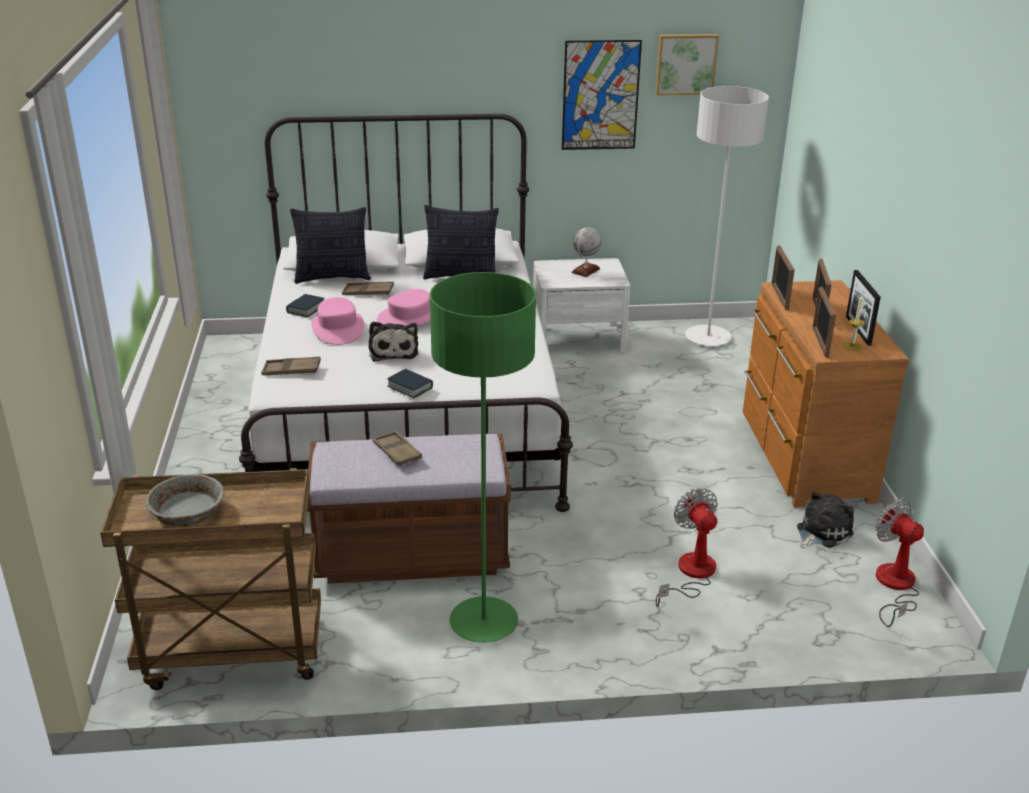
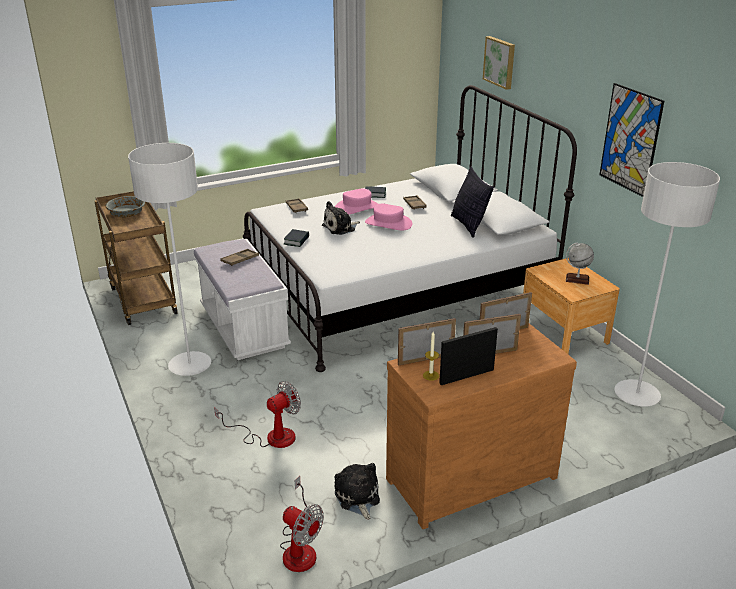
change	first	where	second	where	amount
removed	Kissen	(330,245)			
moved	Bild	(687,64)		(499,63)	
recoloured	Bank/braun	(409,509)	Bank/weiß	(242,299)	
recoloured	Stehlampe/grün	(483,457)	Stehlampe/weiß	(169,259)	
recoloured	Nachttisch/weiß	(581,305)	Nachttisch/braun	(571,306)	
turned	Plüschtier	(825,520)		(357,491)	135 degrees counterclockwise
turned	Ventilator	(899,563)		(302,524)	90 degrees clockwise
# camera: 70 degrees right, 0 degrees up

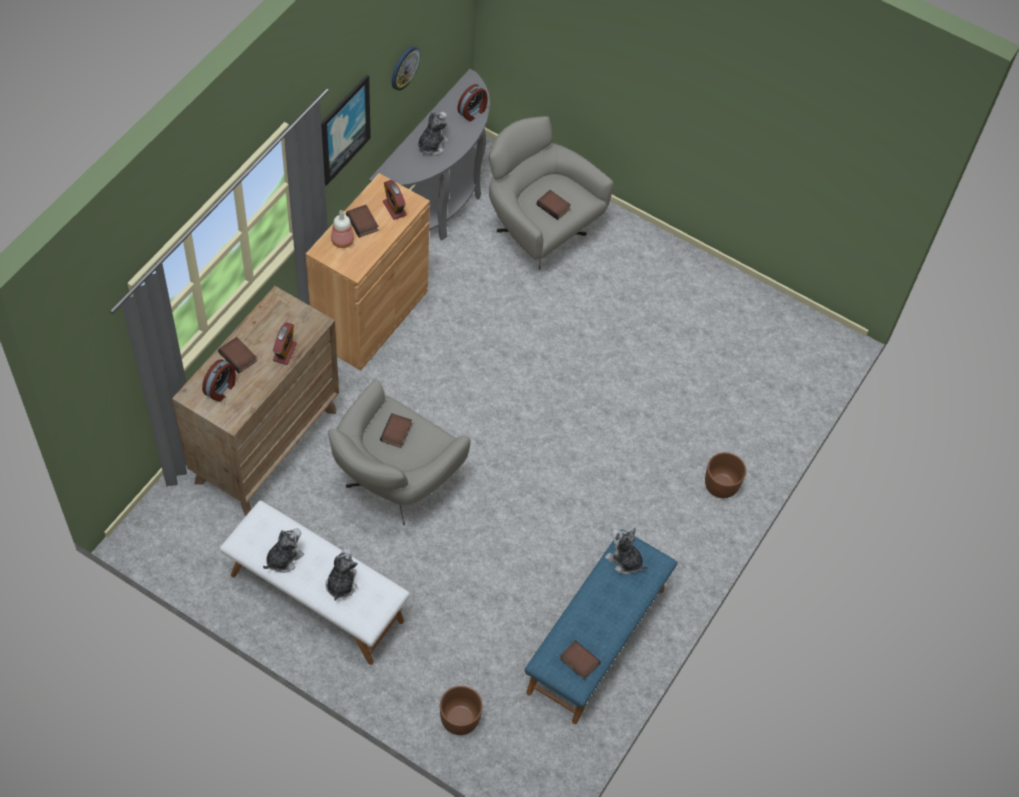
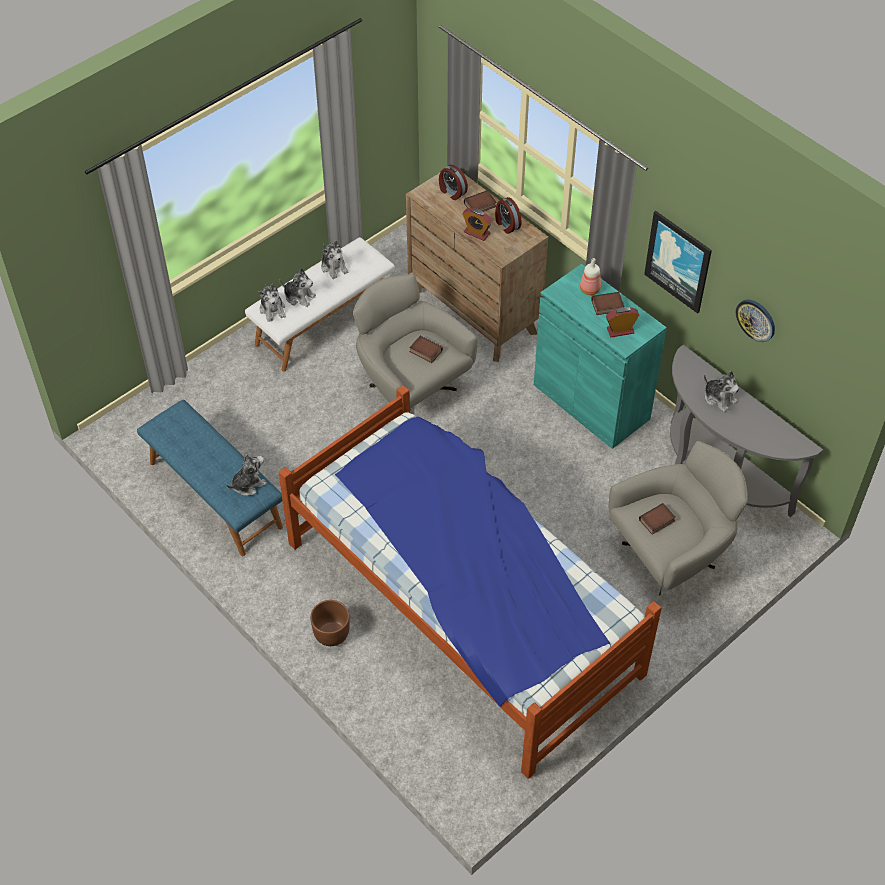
change	first	where	second	where	amount
removed	Pflanzkübel/braun	(461,710)			
removed	Buch	(580,660)			
added			Plüschtier	(272,303)	
added			Bett	(470,582)	
moved	Wecker	(472,102)		(508,215)	
recoloured	Schrank/braun	(368,272)	Schrank/türkis	(600,356)	
# camera: 110 degrees right, 5 degrees down

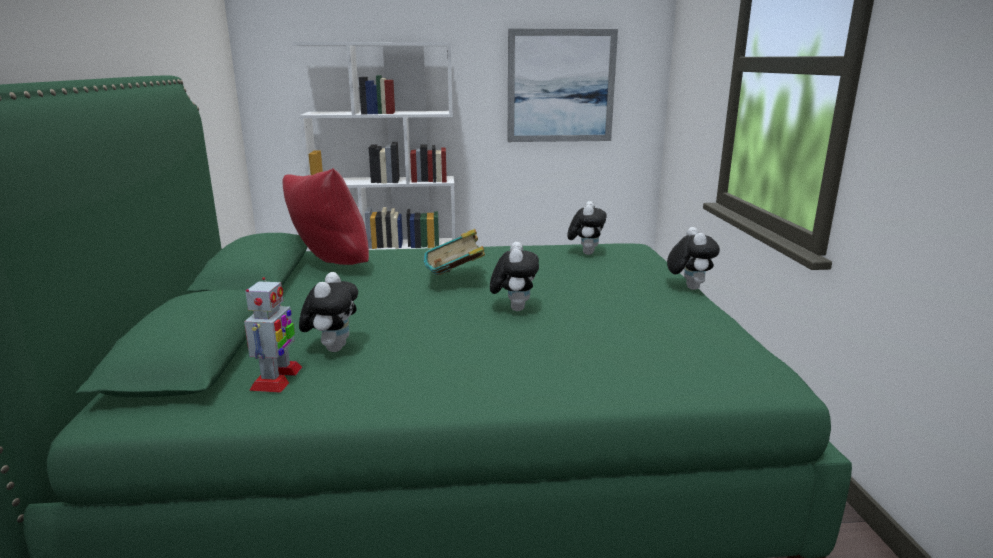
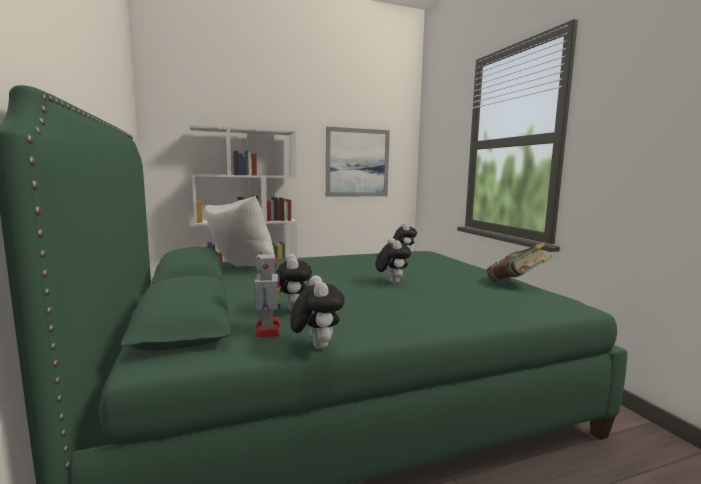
change	first	where	second	where	amount
moved	Buch	(454,252)		(519,262)	
moved	Plüschtier	(693,258)		(317,312)	
recoloured	Kissen/rot	(326,216)	Kissen/weiß	(239,231)	
# camera: 15 degrees left, 10 degrees down

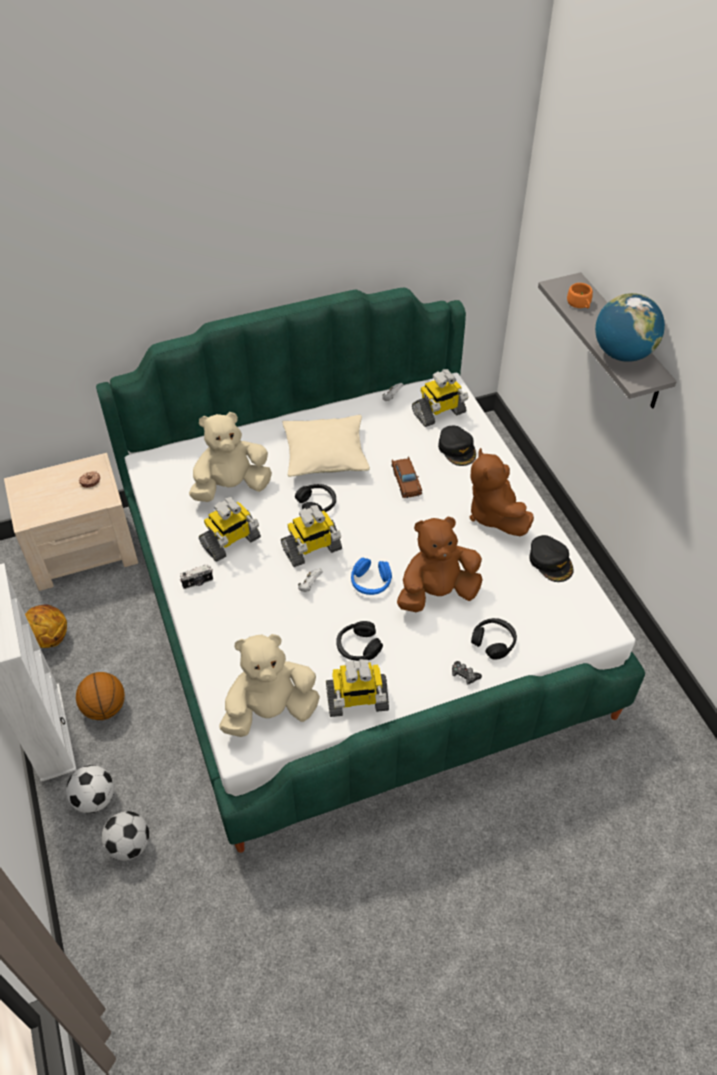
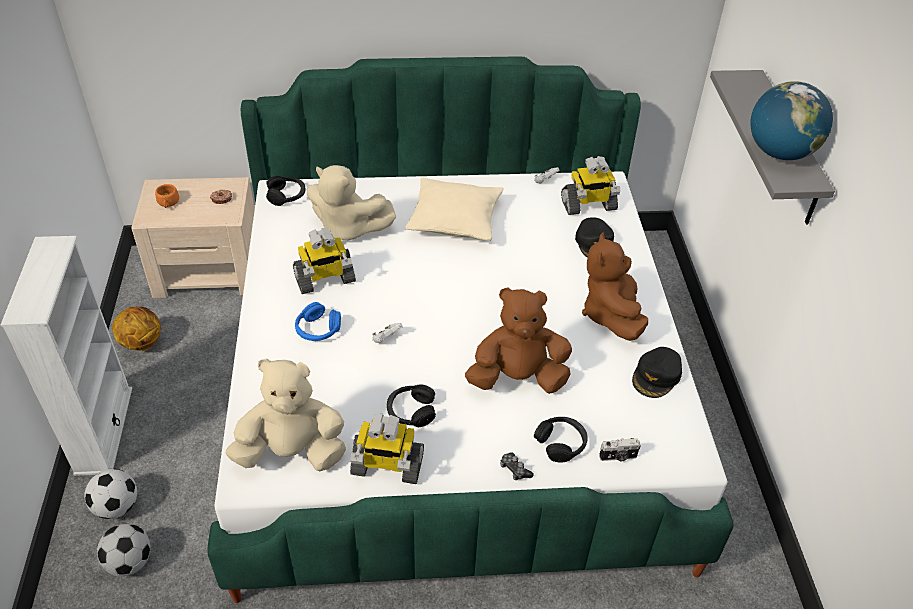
change	first	where	second	where	amount
removed	Basketball	(100,696)			
removed	Spielzeugroboter	(311,536)			
removed	Spielzeugauto/braun	(406,477)			
moved	Kamera	(196,576)		(620,449)	
moved	Kopfhörer/schwarz	(315,498)		(286,191)	
moved	Kopfhörer/blau	(371,576)		(318,321)	
moved	Tasse/orange	(580,295)		(167,196)	
turned	Plüschtier/beige	(230,457)		(351,203)	150 degrees counterclockwise
turned	Kappe/schwarz	(551,558)		(657,372)	45 degrees clockwise
# camera: 15 degrees right, 5 degrees down

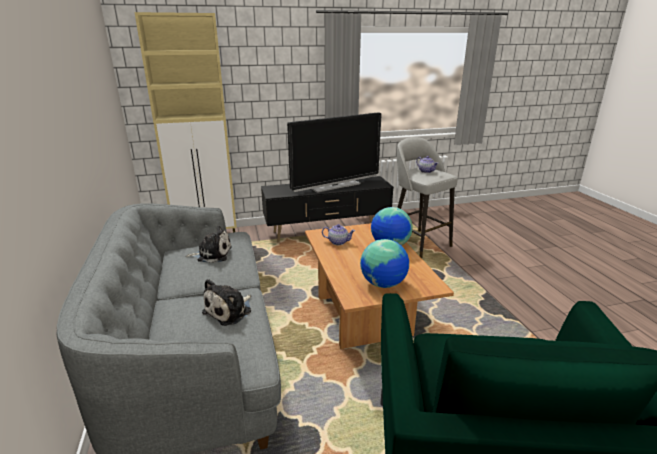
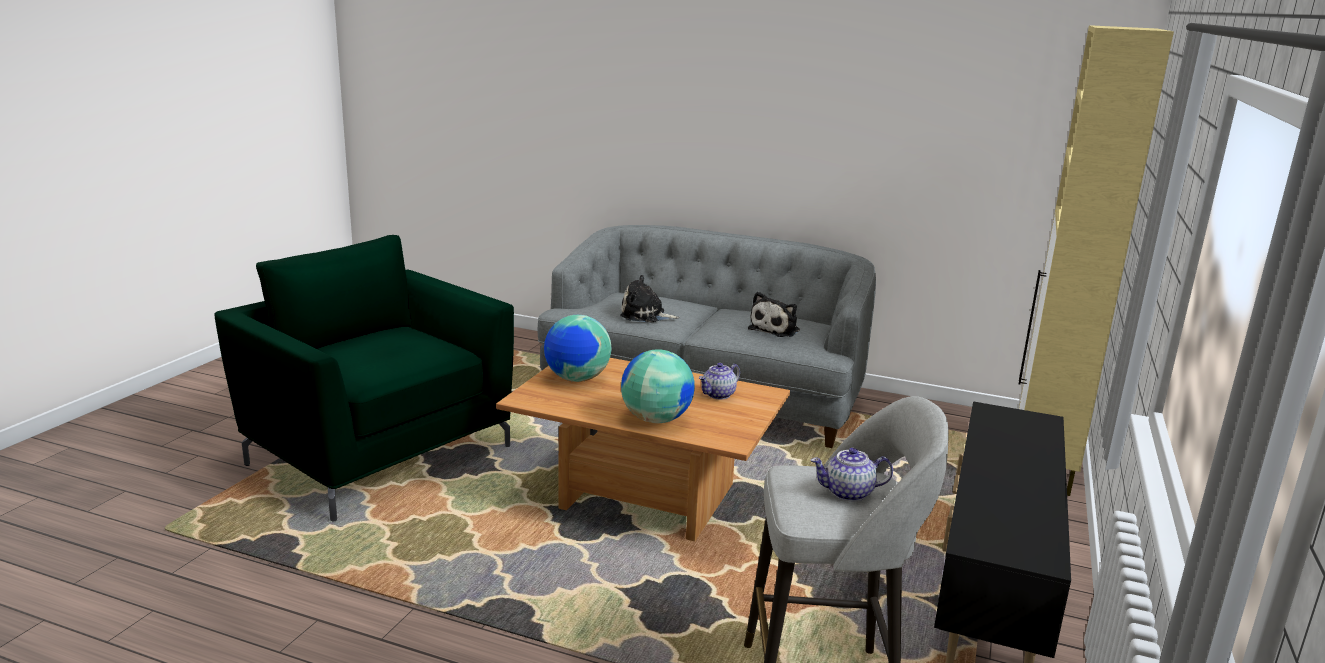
change	first	where	second	where	amount
removed	Fernseher	(334,152)			
turned	Plüschtier	(226,302)		(650,299)	60 degrees counterclockwise
# camera: 125 degrees right, 5 degrees down

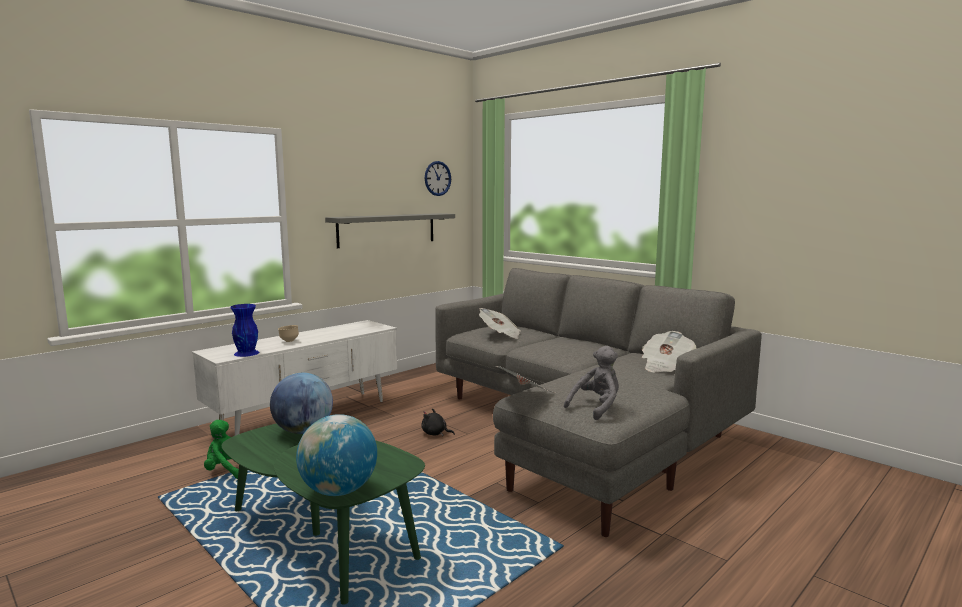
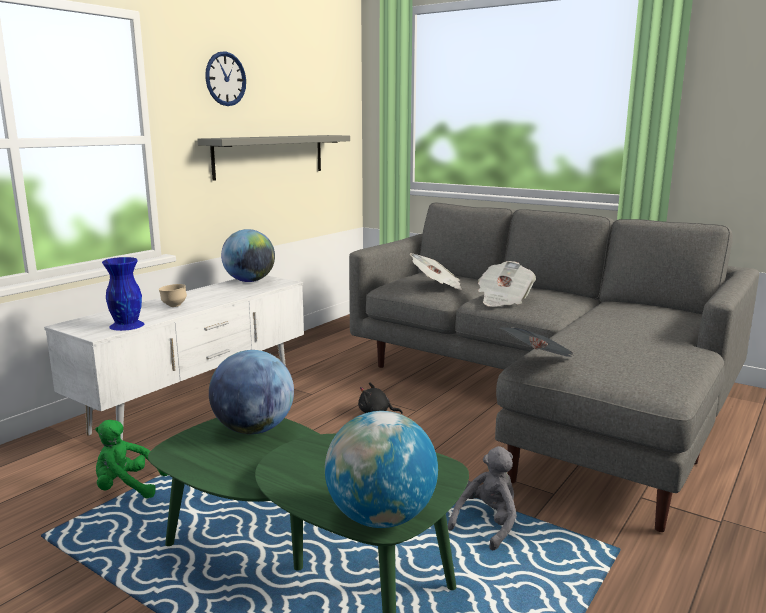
change	first	where	second	where	amount
added			Globus	(248,255)	
moved	Wanduhr	(438,178)		(225,78)	
moved	Plüschtier/grau	(591,383)		(482,498)	
moved	Zeitung	(669,351)		(507,284)	
# camera: 10 degrees left, 5 degrees up

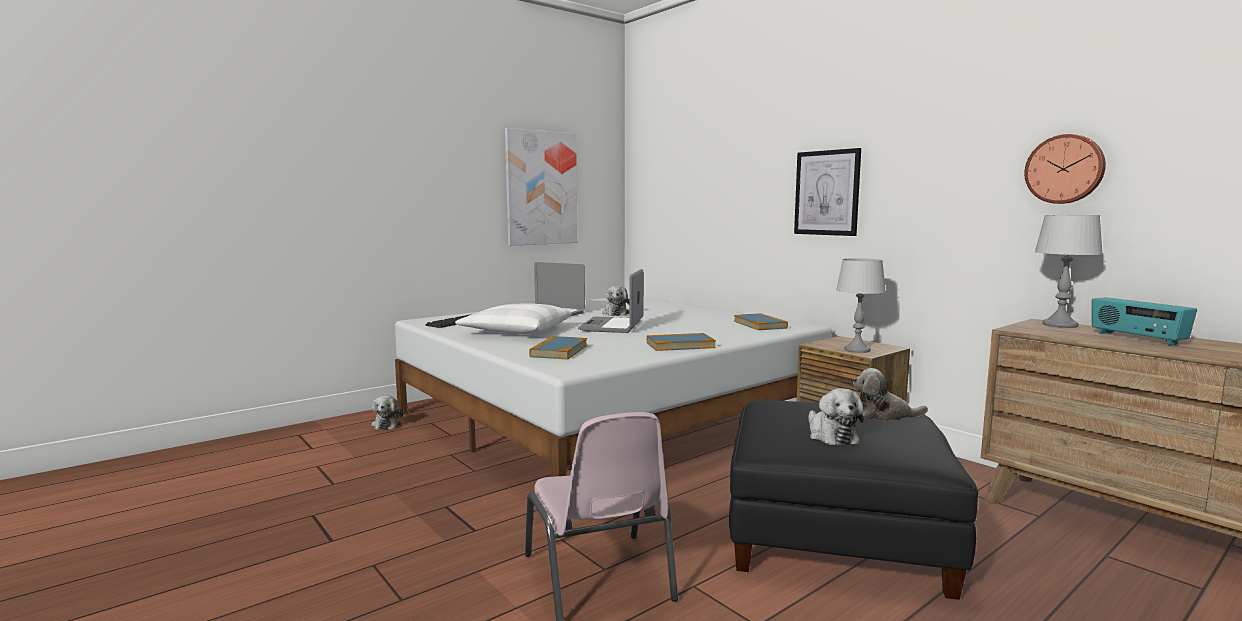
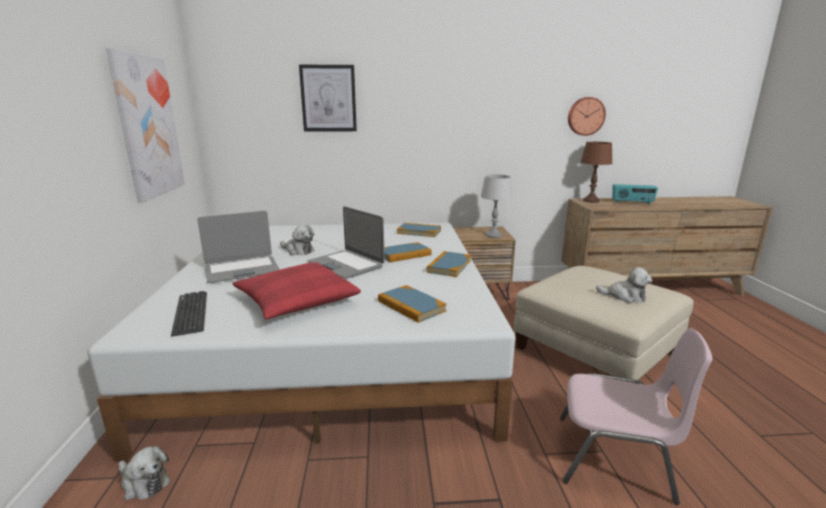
change	first	where	second	where	amount
removed	Plüschtier	(890,394)			
added			Buch	(408,252)	
moved	Bild	(827,192)		(328,98)	
recoloured	Kissen/weiß	(513,319)	Kissen/rot	(297,291)	
recoloured	Polsterhocker/schwarz	(853,500)	Polsterhocker/beige	(604,323)	
recoloured	Tischlampe/grau	(1069,271)	Tischlampe/braun	(597,172)	
# camera: 55 degrees left, 10 degrees up

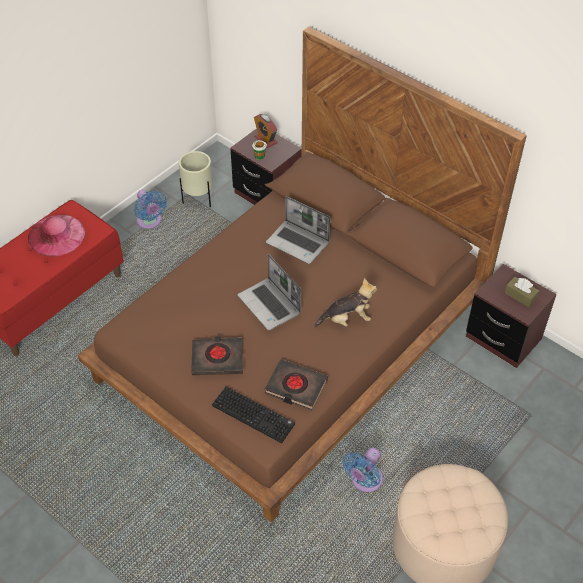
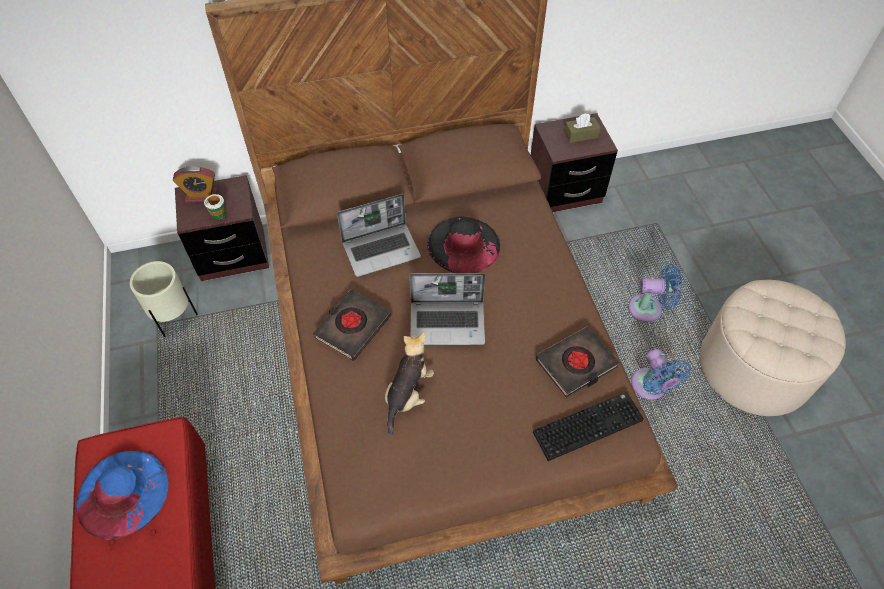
change	first	where	second	where	amount
added			Hut/schwarz	(463,244)	
moved	Ventilator/blau	(150,209)		(655,293)	
moved	Buch/schwarz	(217,356)		(352,325)	
moved	Plüschtier	(346,302)		(409,384)	
recoloured	Hut/rosa	(56,236)	Hut/blau	(122,495)	
# camera: 55 degrees left, 5 degrees up

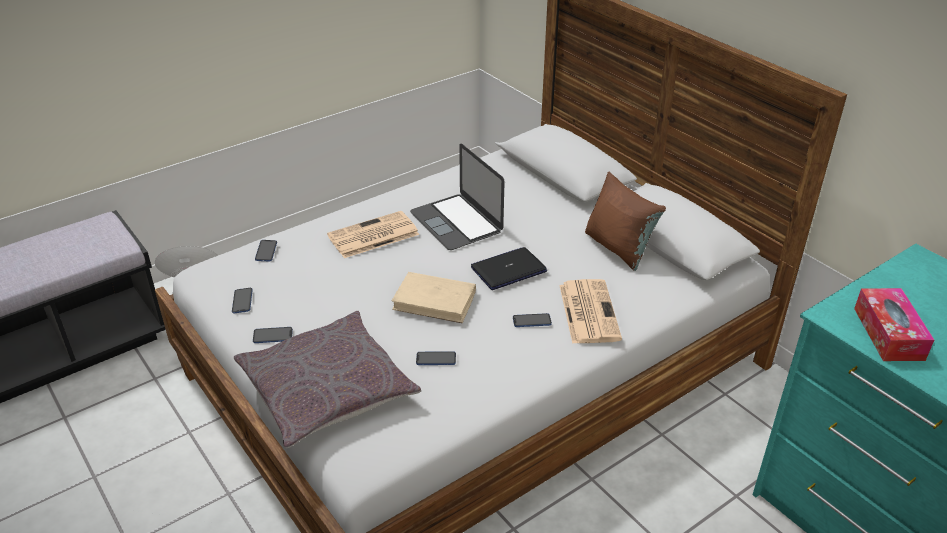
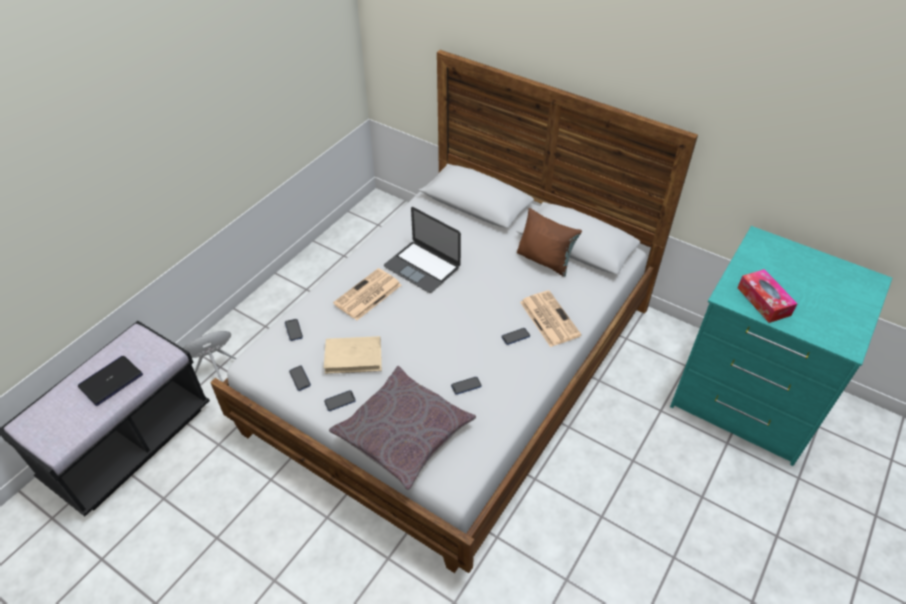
change	first	where	second	where	amount
moved	Buch/beige	(434,297)		(353,355)	
moved	Laptop	(509,268)		(110,381)	
# camera: 20 degrees left, 10 degrees up

